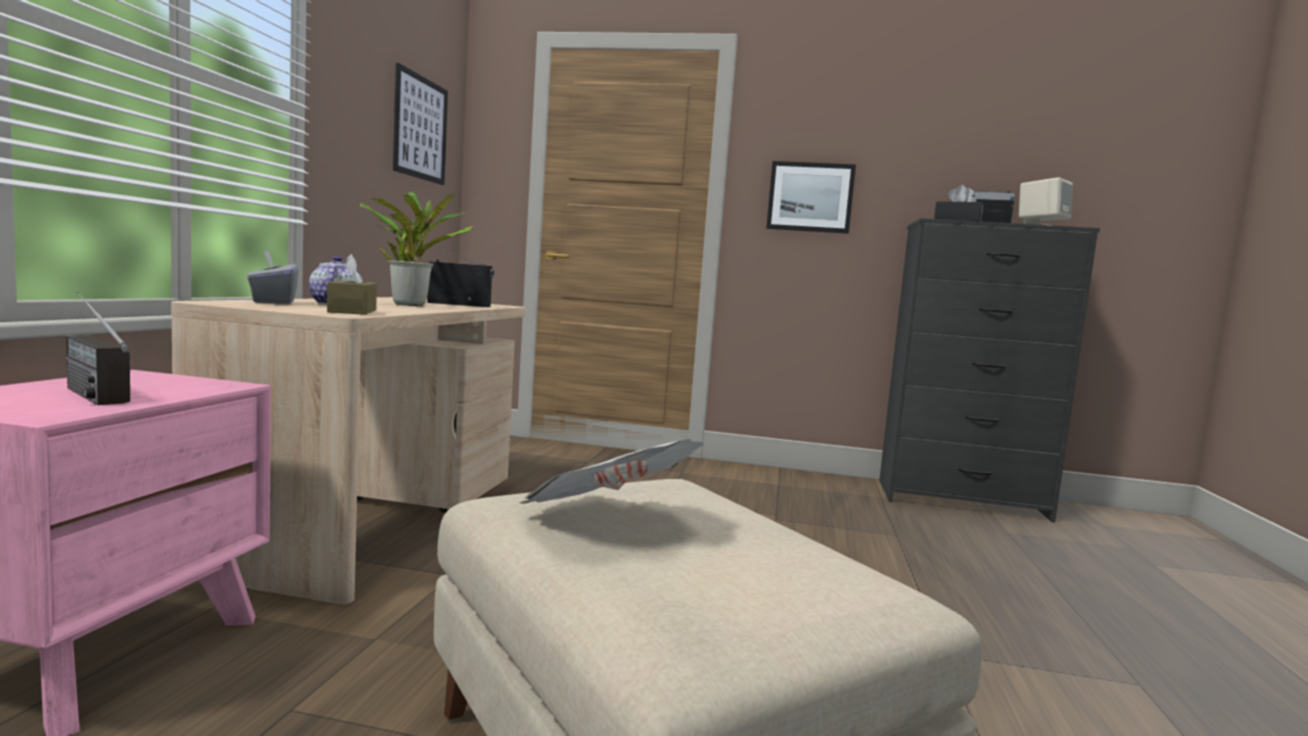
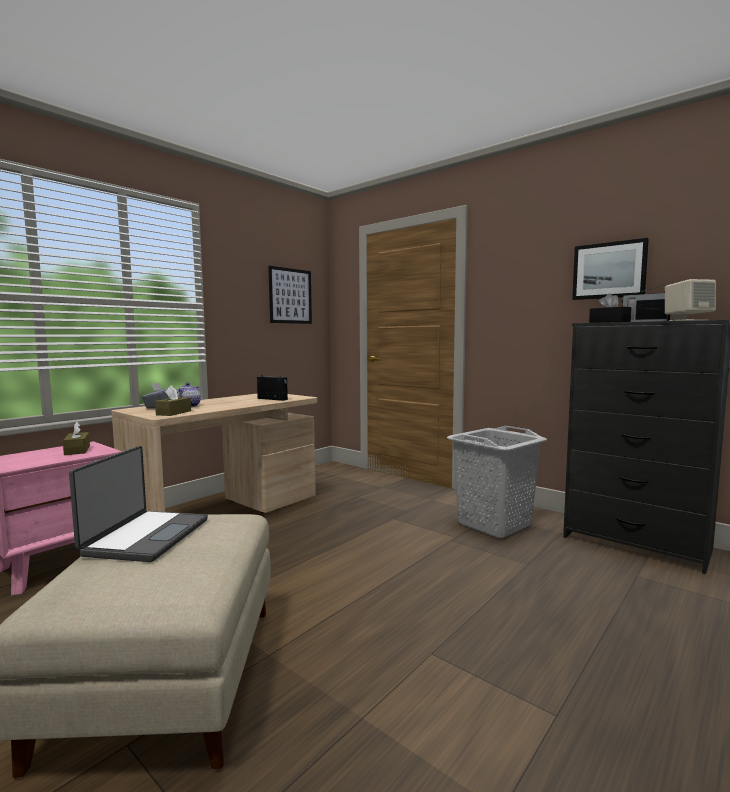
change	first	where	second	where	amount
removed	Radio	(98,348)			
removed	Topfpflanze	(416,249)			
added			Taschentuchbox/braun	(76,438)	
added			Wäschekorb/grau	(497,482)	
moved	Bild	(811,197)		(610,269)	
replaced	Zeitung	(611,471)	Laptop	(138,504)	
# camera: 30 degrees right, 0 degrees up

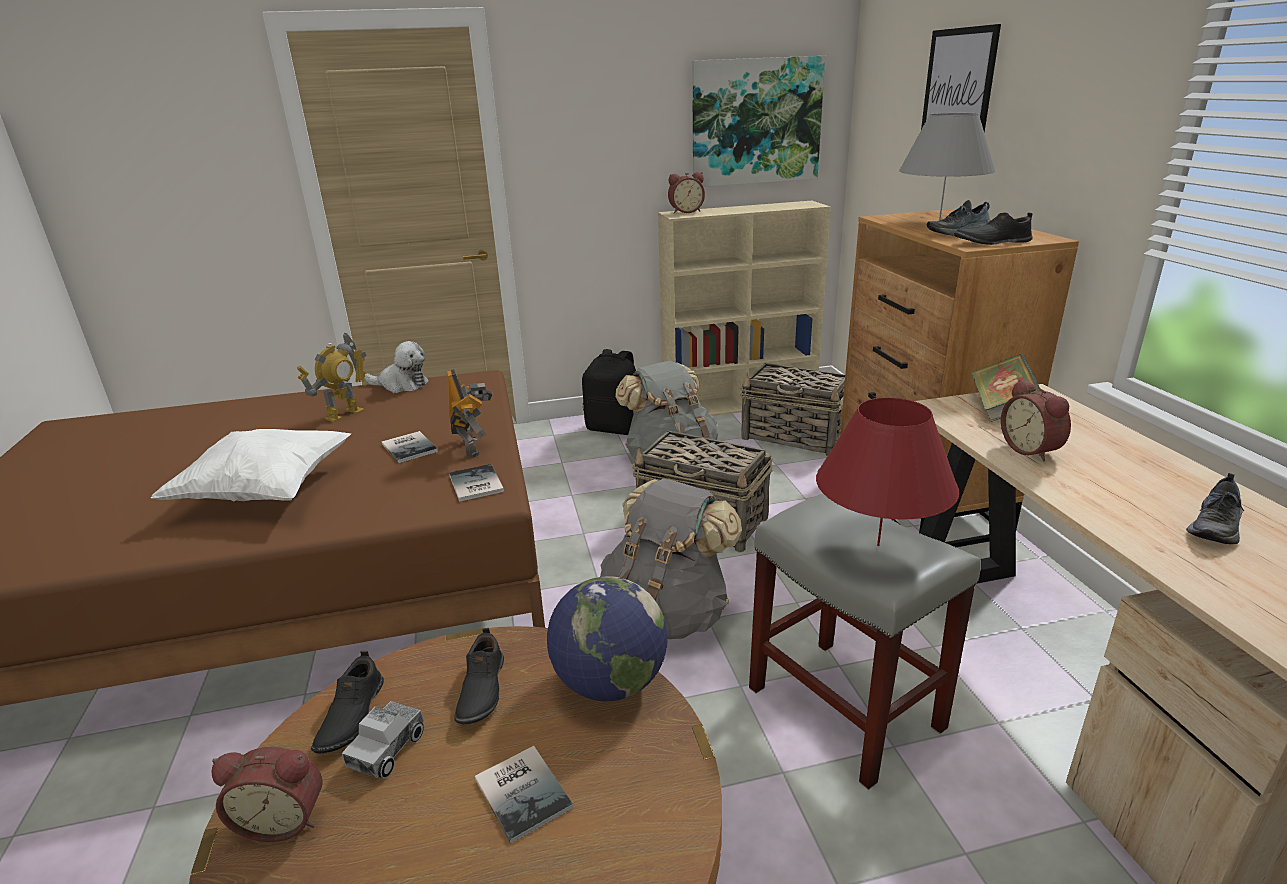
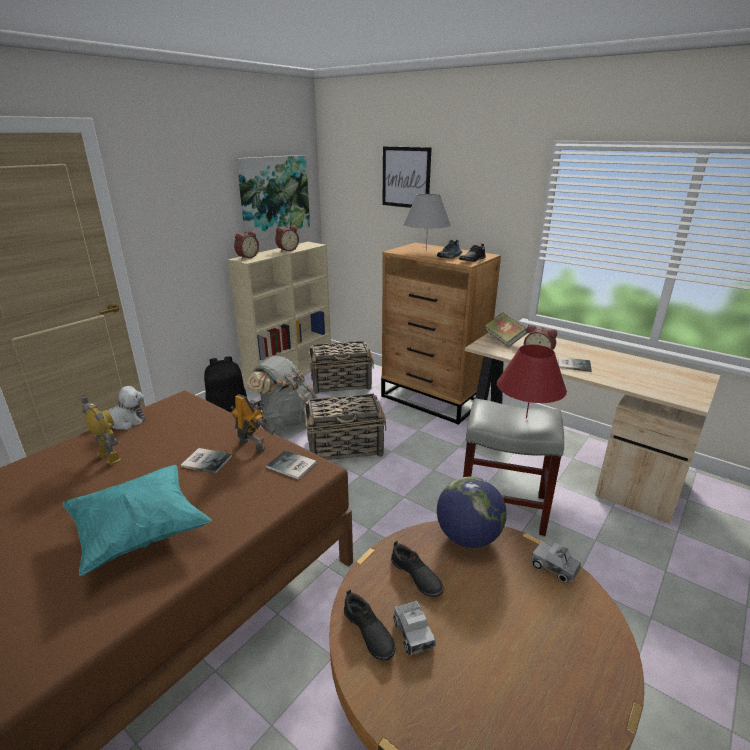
change	first	where	second	where	amount
removed	Rucksack/grau	(671,559)			
removed	Schuh	(1215,508)			
added			Spielzeuglaster	(556,562)	
moved	Wecker	(267,794)		(287,238)	
moved	Buch	(524,795)		(575,364)	
recoloured	Kissen/weiß	(251,465)	Kissen/türkis	(137,520)	
turned	Spielzeugroboter	(332,377)		(101,430)	45 degrees counterclockwise
# camera: 40 degrees left, 0 degrees up

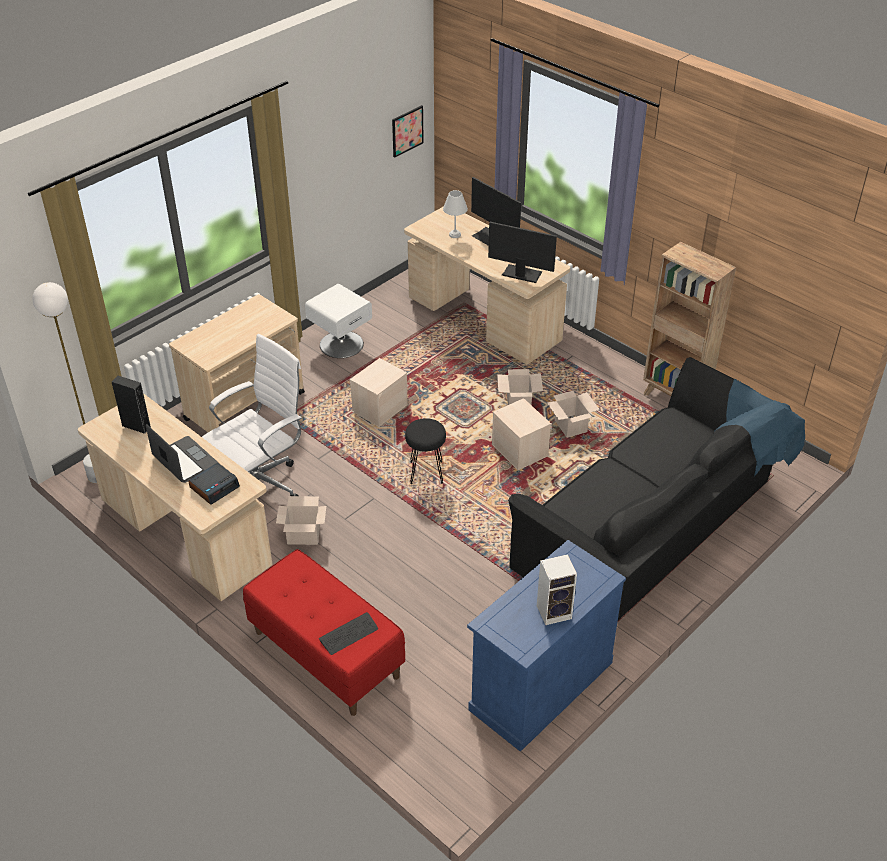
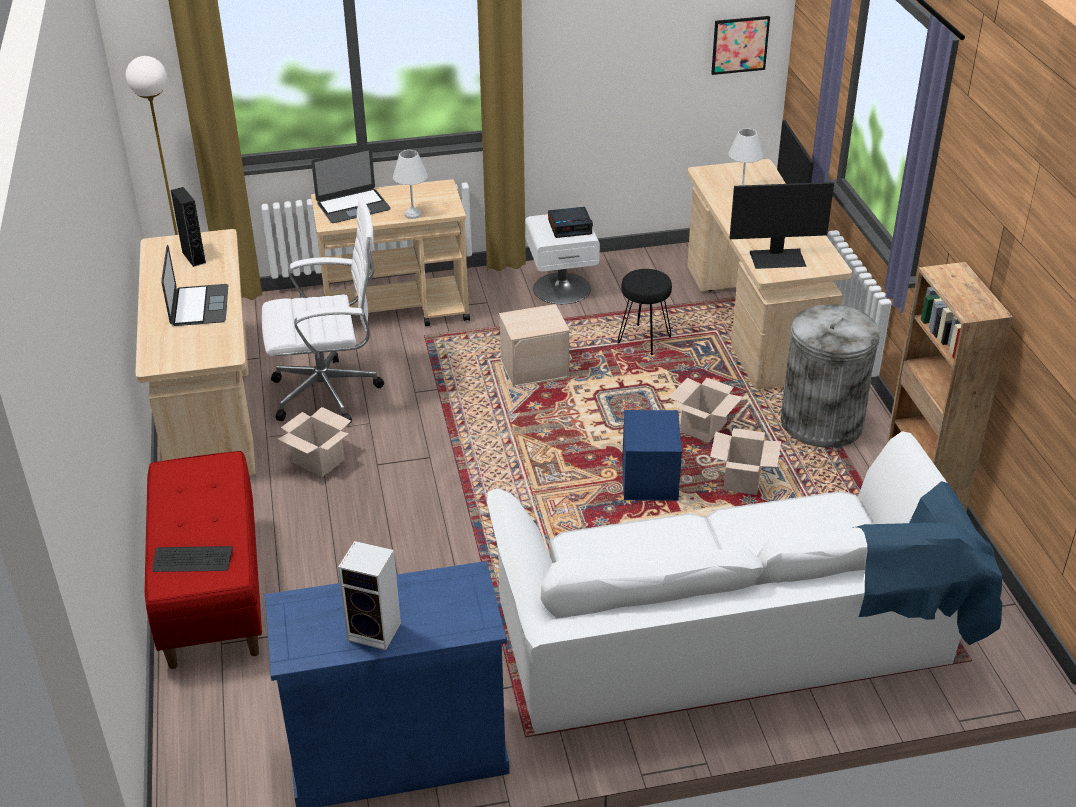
change	first	where	second	where	amount
added			Laptop	(351,185)	
added			Tischlampe/weiß	(410,184)	
added			Mülleimer/grau	(830,376)	
moved	Wecker	(214,483)		(570,222)	
moved	Hocker/schwarz	(425,451)		(645,312)	
recoloured	Aufbewahrungsbox/beige	(521,434)	Aufbewahrungsbox/blau	(652,455)	
recoloured	Sofa/schwarz	(656,488)	Sofa/weiß	(744,582)	
turned	Monitor	(522,252)		(782,225)	120 degrees clockwise
# camera: 35 degrees right, 5 degrees down

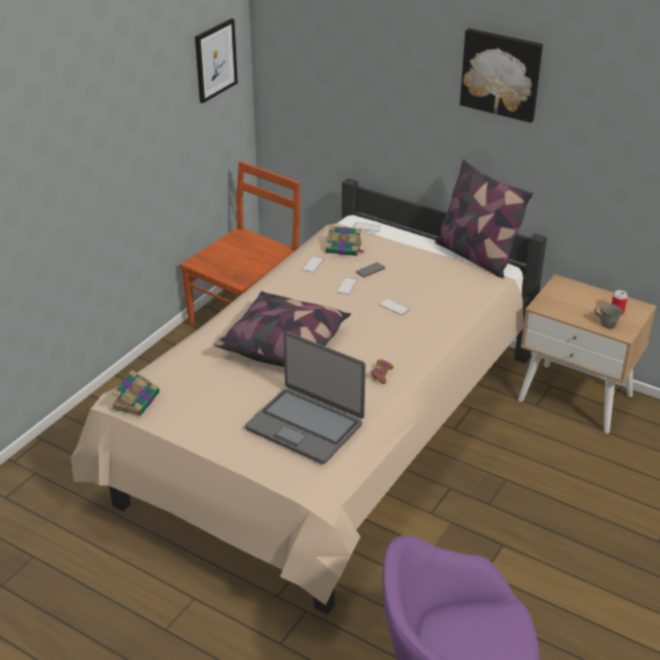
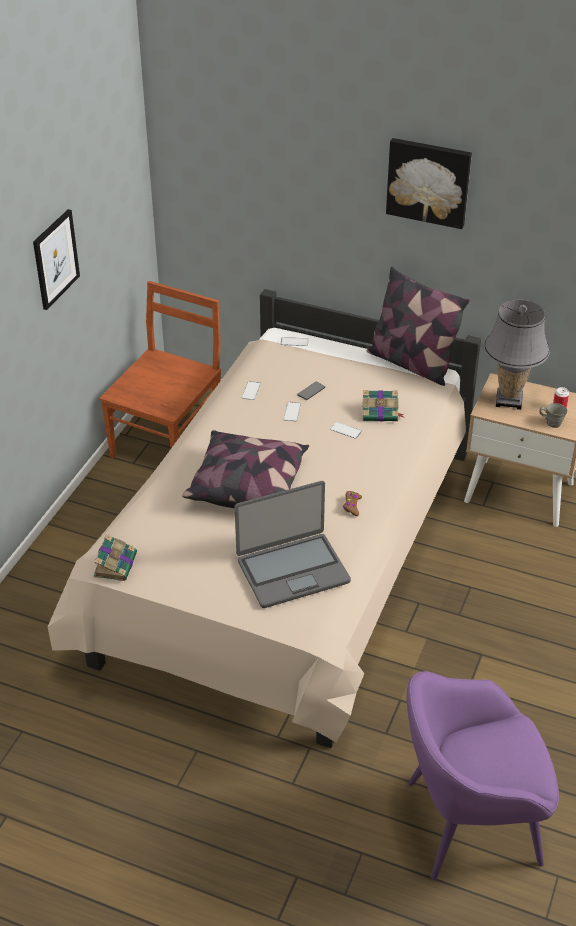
change	first	where	second	where	amount
added			Tischlampe/grau	(517,355)	
moved	Bild	(216,60)		(56,259)	
moved	Buch	(344,241)		(383,405)	
turned	Laptop	(305,397)		(293,544)	45 degrees counterclockwise
# camera: 10 degrees left, 5 degrees up

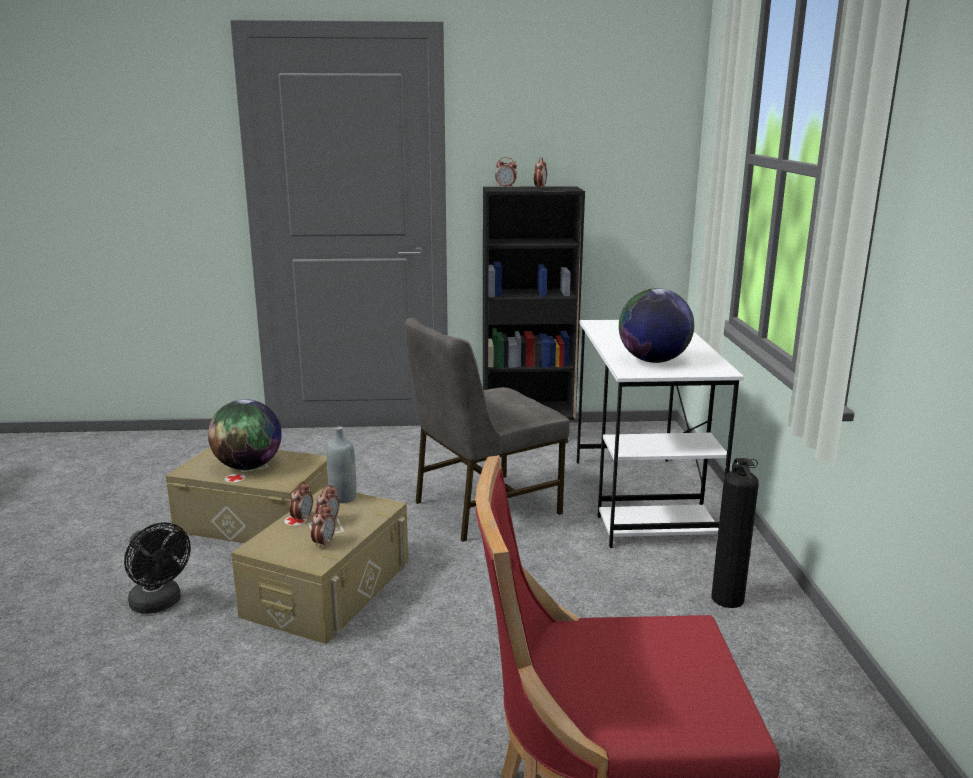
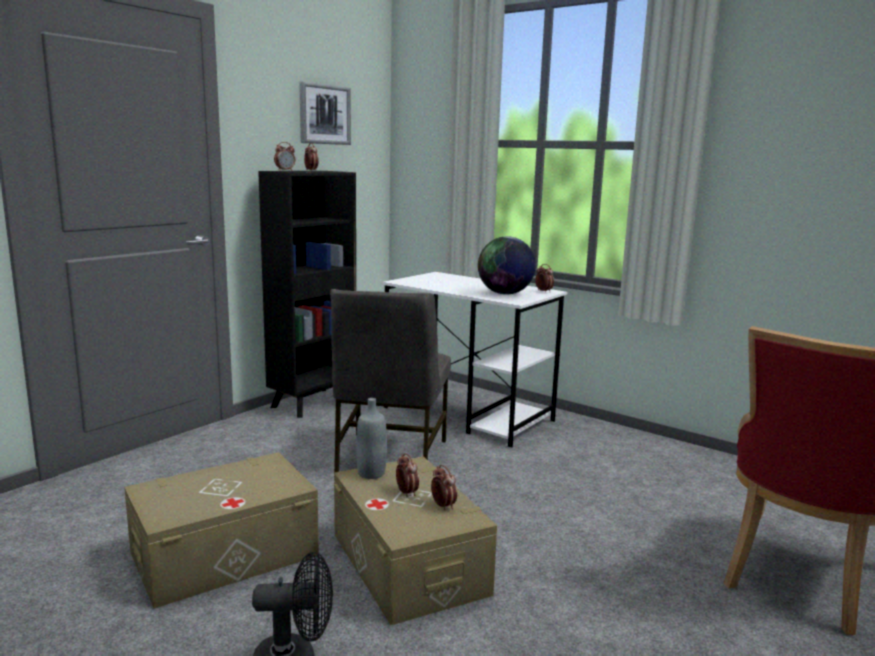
change	first	where	second	where	amount
removed	Globus	(245,434)			
removed	Feuerlöscher	(735,533)			
added			Bild	(325,113)	
moved	Wecker	(301,502)		(544,278)	
# camera: 50 degrees left, 5 degrees down

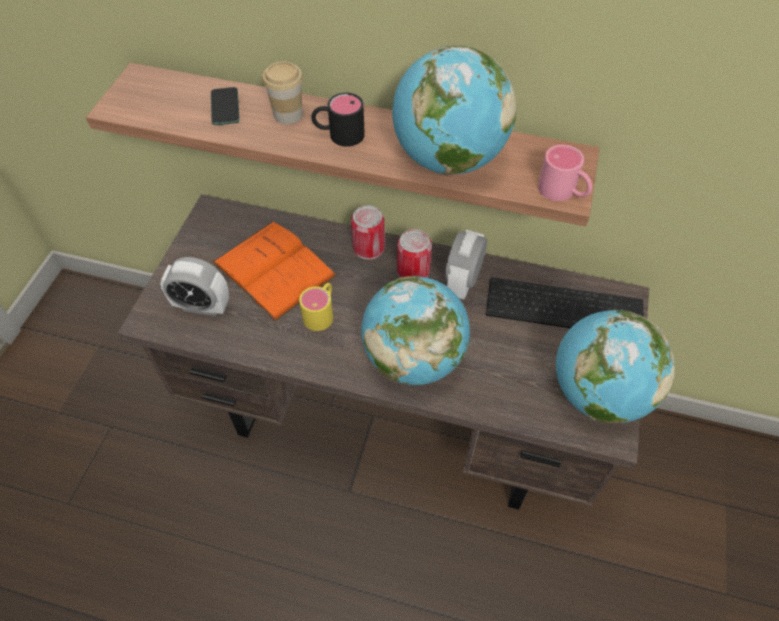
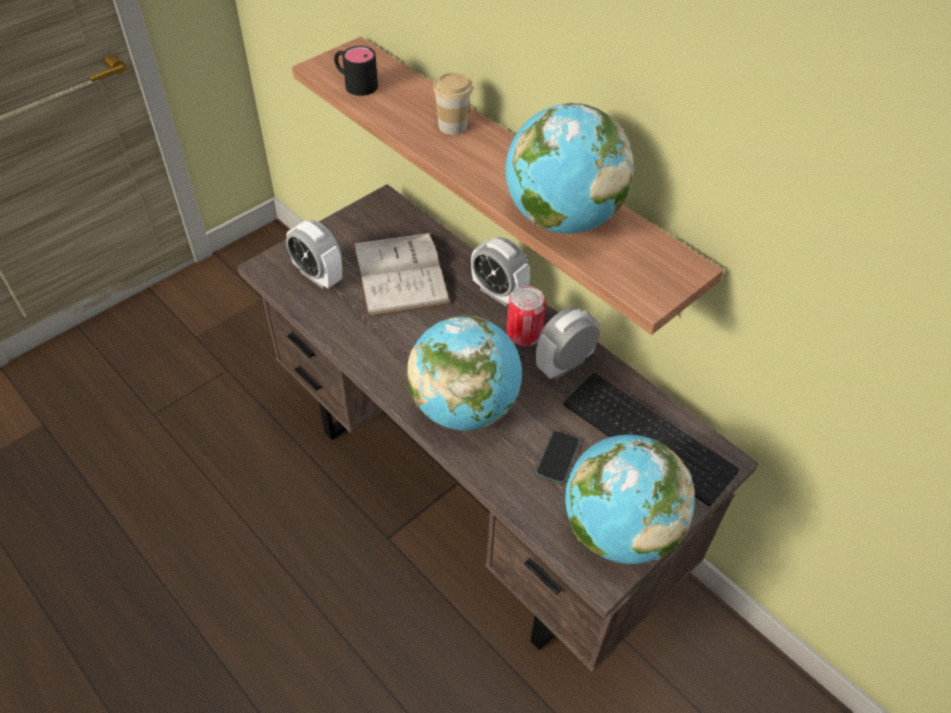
change	first	where	second	where	amount
removed	Henkelbecher/gelb	(316,307)			
removed	Henkelbecher/rosa	(565,173)			
moved	Handy	(225,106)		(558,457)	
moved	Henkelbecher/schwarz	(338,120)		(356,71)	
replaced	Dose	(368,232)	Wecker	(500,272)	
recoloured	Buch/orange	(274,271)	Buch/weiß	(402,275)	
# camera: 30 degrees right, 5 degrees down

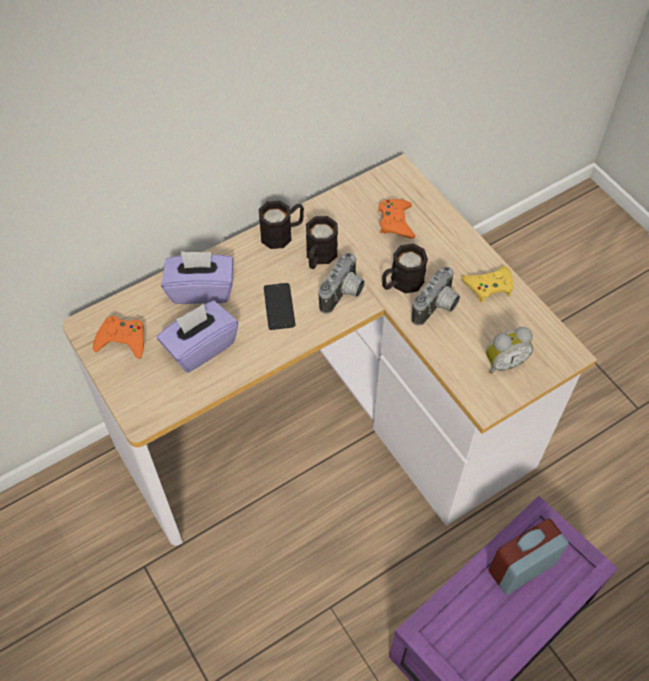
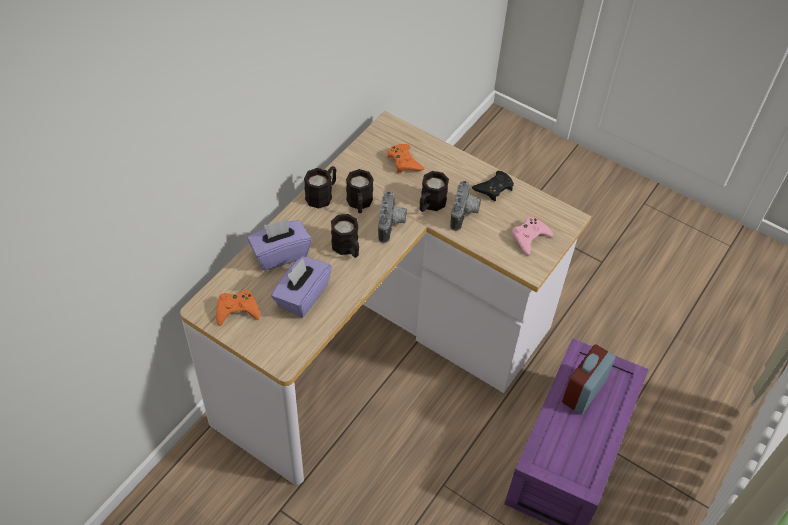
change	first	where	second	where	amount
replaced	Handy	(279,306)	Henkelbecher/schwarz	(345,236)	
replaced	Wecker	(509,350)	Gamepad/rosa	(532,236)	
recoloured	Gamepad/gelb	(488,284)	Gamepad/schwarz	(493,186)	
# camera: 25 degrees left, 5 degrees down

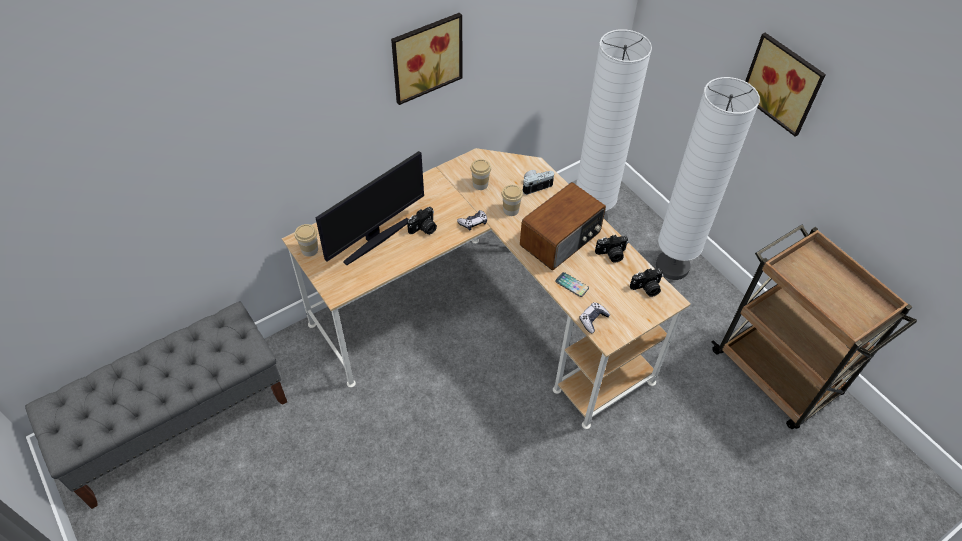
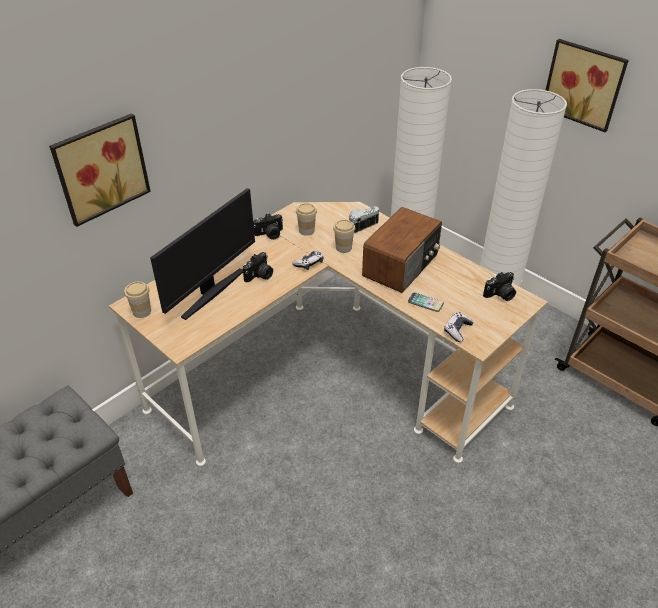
change	first	where	second	where	amount
moved	Bild	(426,58)		(100,170)	
moved	Kamera	(611,249)		(268,226)	
# camera: 10 degrees left, 10 degrees down

